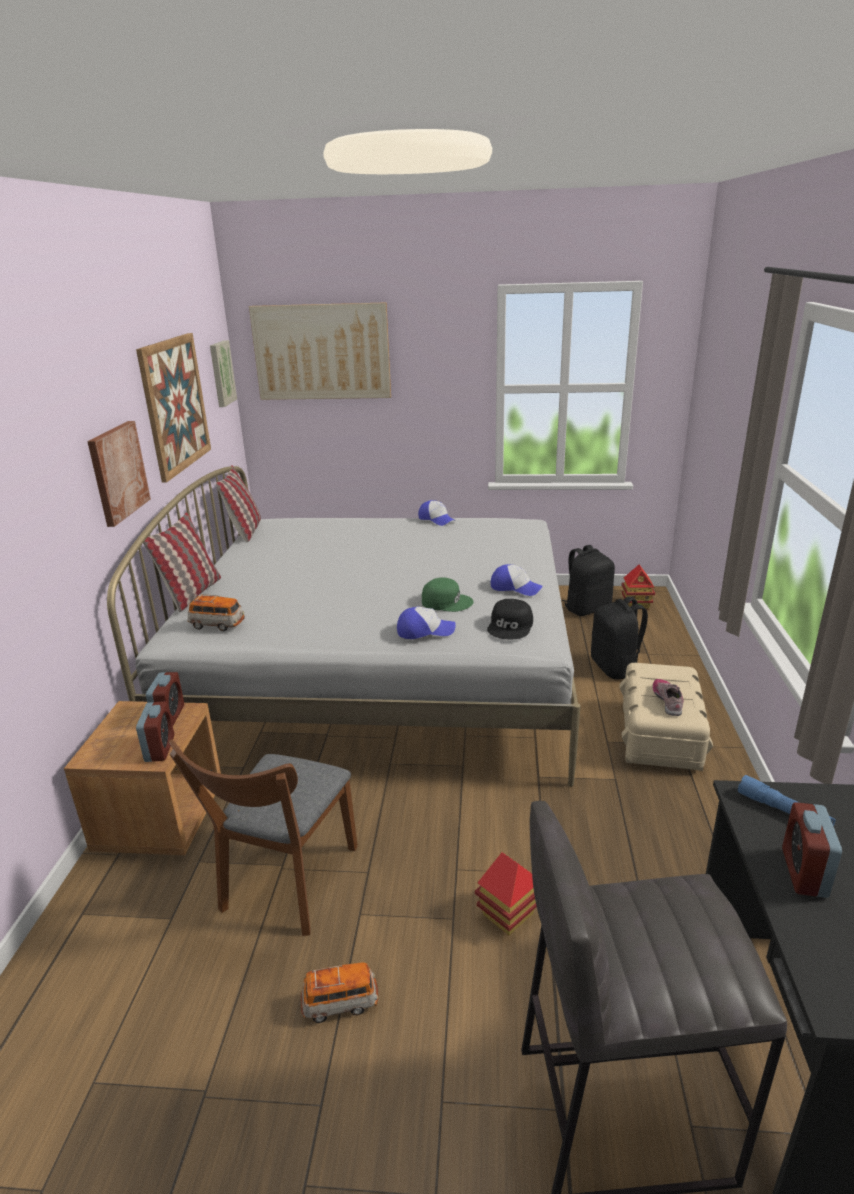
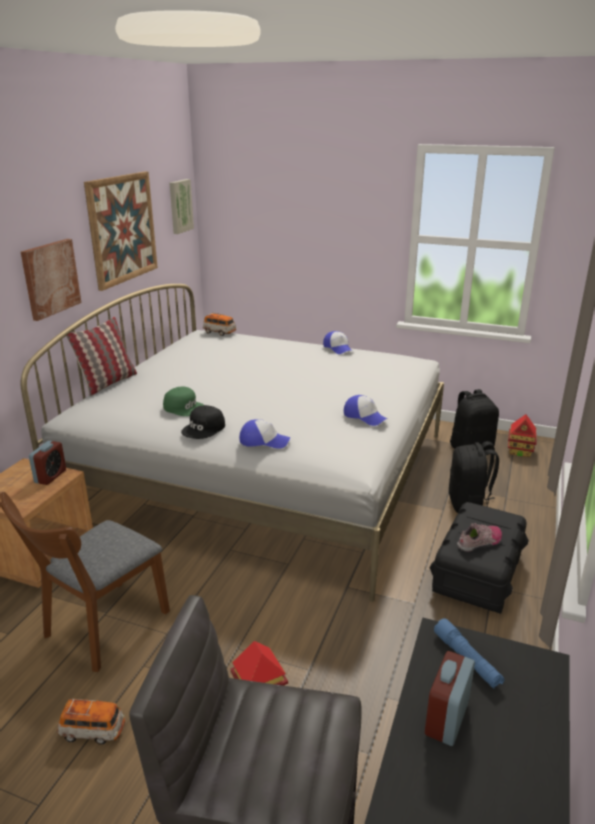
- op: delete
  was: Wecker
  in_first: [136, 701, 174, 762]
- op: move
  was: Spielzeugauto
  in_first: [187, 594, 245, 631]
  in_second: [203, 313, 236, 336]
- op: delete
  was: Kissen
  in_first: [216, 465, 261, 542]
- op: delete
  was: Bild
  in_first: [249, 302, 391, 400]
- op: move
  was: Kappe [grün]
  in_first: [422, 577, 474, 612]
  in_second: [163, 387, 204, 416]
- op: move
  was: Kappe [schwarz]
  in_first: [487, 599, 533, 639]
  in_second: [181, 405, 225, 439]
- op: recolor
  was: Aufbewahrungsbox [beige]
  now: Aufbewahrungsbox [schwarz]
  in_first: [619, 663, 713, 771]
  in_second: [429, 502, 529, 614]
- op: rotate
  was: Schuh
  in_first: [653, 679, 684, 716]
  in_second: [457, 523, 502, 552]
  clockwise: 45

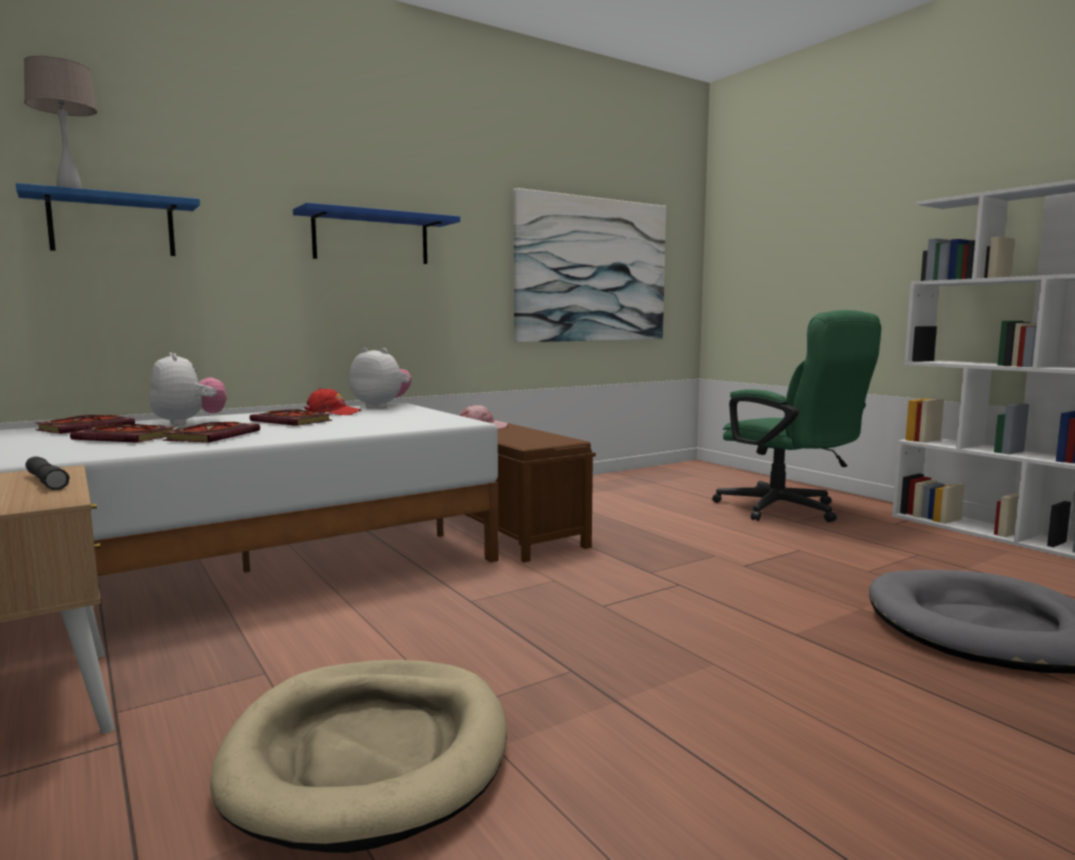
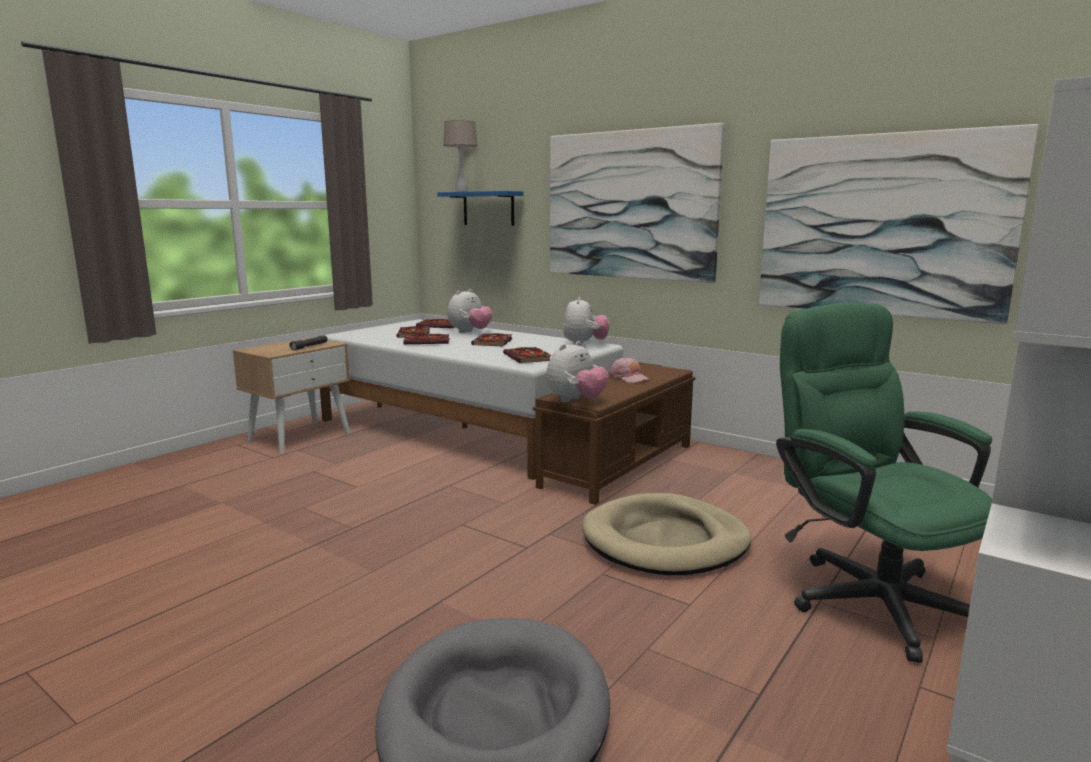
- op: move
  was: Hundebett [beige]
  in_first: [210, 660, 507, 853]
  in_second: [583, 493, 752, 575]
- op: replace
  was: Wandregal [blau]
  now: Bild
  in_first: [293, 203, 460, 264]
  in_second: [550, 123, 725, 283]
- op: delete
  was: Kappe [rot]
  in_first: [304, 388, 361, 415]
- op: rotate
  was: Bürostuhl [grün]
  in_first: [712, 310, 881, 522]
  in_second: [776, 303, 992, 663]
  clockwise: 120
- op: insert
  now: Buch
  in_second: [503, 347, 552, 363]
- op: insert
  now: Plüschtier
  in_second: [546, 341, 609, 402]

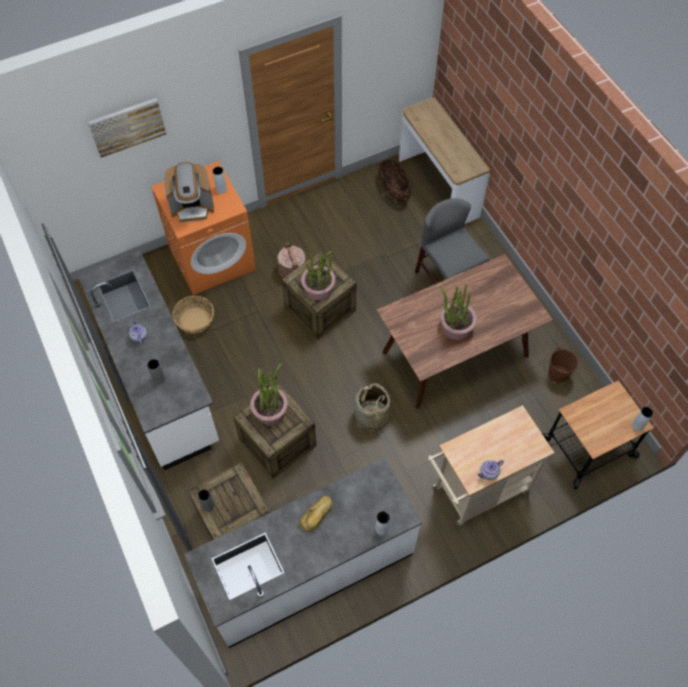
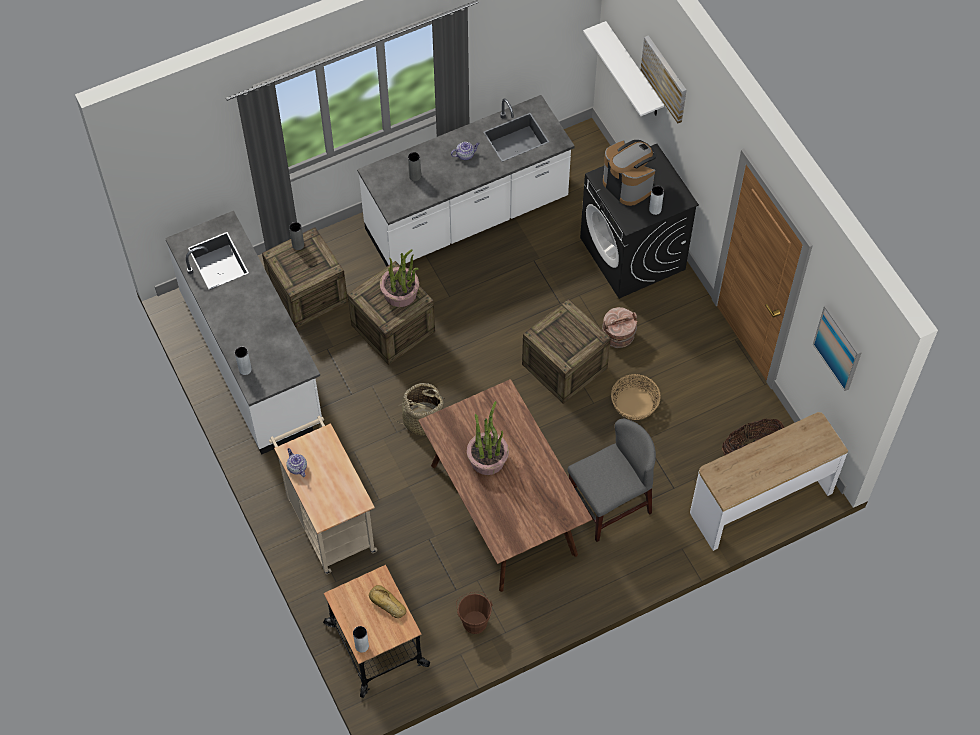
- op: recolor
  was: Waschmaschine [orange]
  now: Waschmaschine [schwarz]
  in_first: [151, 161, 256, 295]
  in_second: [580, 144, 699, 299]
- op: rotate
  was: Kaffeemaschine
  in_first: [164, 162, 214, 223]
  in_second: [603, 140, 657, 206]
  clockwise: 150
- op: move
  was: Korb
  in_first: [173, 296, 214, 334]
  in_second: [611, 374, 661, 420]
- op: move
  was: Brot
  in_first: [300, 496, 333, 532]
  in_second: [369, 585, 406, 618]
- op: delete
  was: Topfpflanze
  in_first: [301, 251, 336, 301]
- op: insert
  now: Wandregal [weiß]
  in_second: [583, 21, 664, 116]
- op: insert
  now: Bild
  in_second: [813, 304, 862, 391]

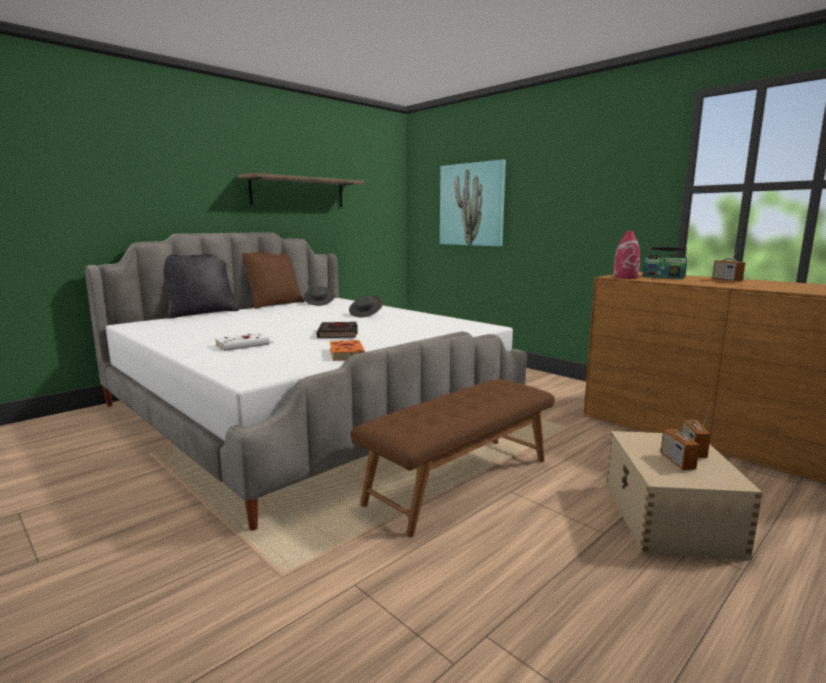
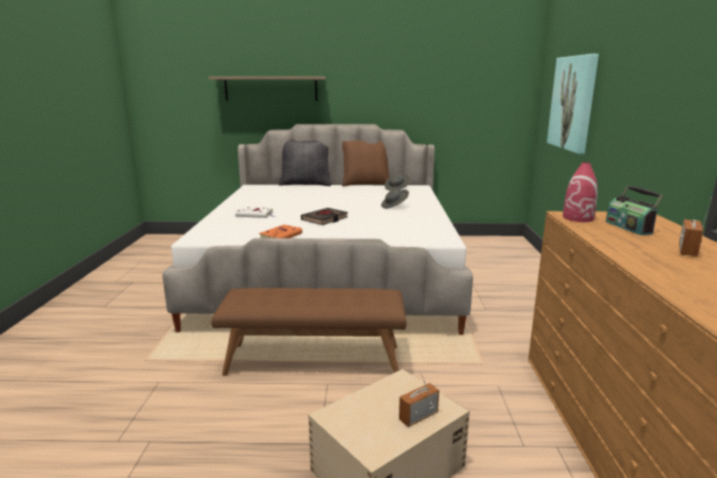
- op: move
  was: Wandregal
  in_first: [238, 173, 364, 207]
  in_second: [209, 77, 326, 101]
- op: delete
  was: Radio
  in_first: [660, 411, 700, 470]

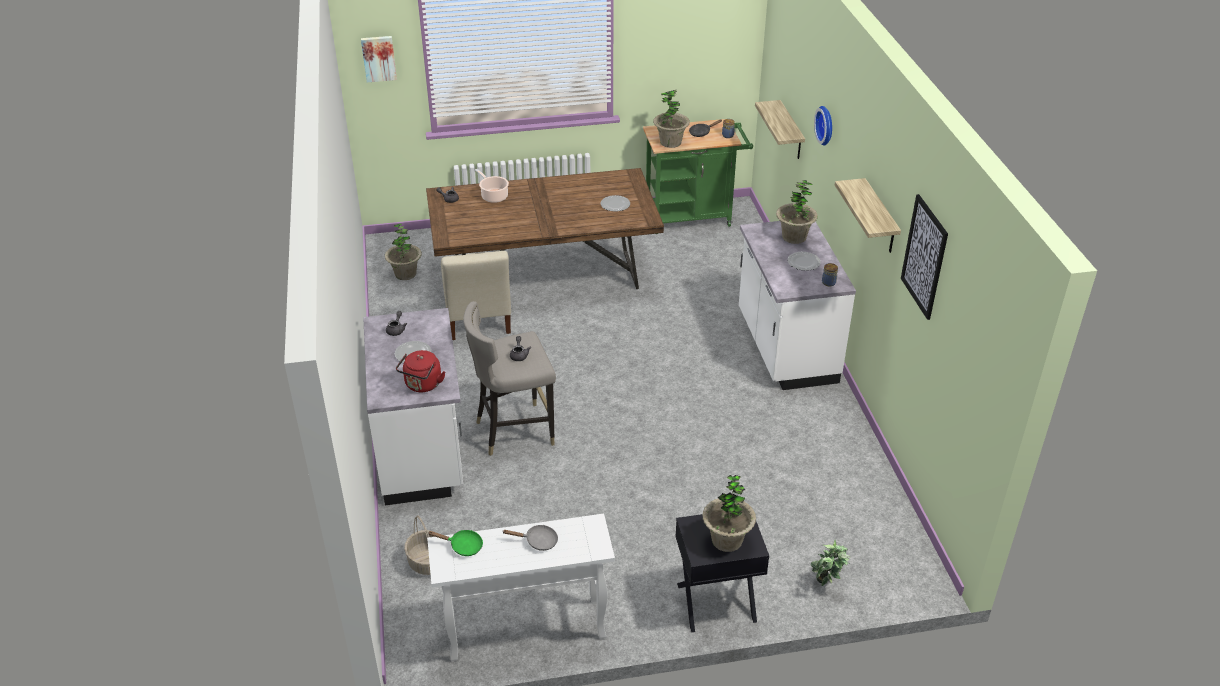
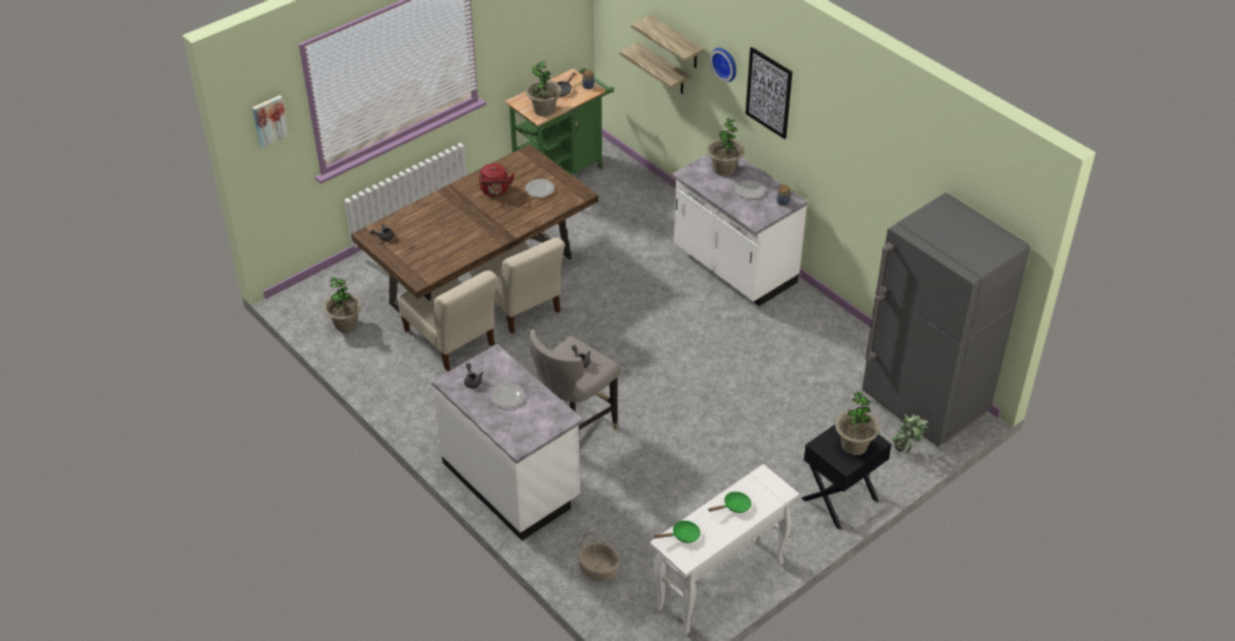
- op: move
  was: Wasserkessel [rot]
  in_first: [396, 350, 445, 392]
  in_second: [479, 163, 515, 196]
- op: delete
  was: Kochtopf
  in_first: [475, 169, 509, 203]
- op: recolor
  was: Pfanne [grau]
  now: Pfanne [grün]
  in_first: [502, 525, 558, 551]
  in_second: [708, 492, 752, 513]
- op: move
  was: Wandregal
  in_first: [835, 178, 901, 253]
  in_second: [631, 15, 704, 68]
- op: move
  was: Bild
  in_first: [901, 194, 948, 320]
  in_second: [746, 47, 792, 139]
- op: insert
  now: Stuhl [beige]
  in_second: [470, 238, 565, 334]
- op: insert
  now: Kühlschrank [grau]
  in_second: [862, 193, 1030, 447]

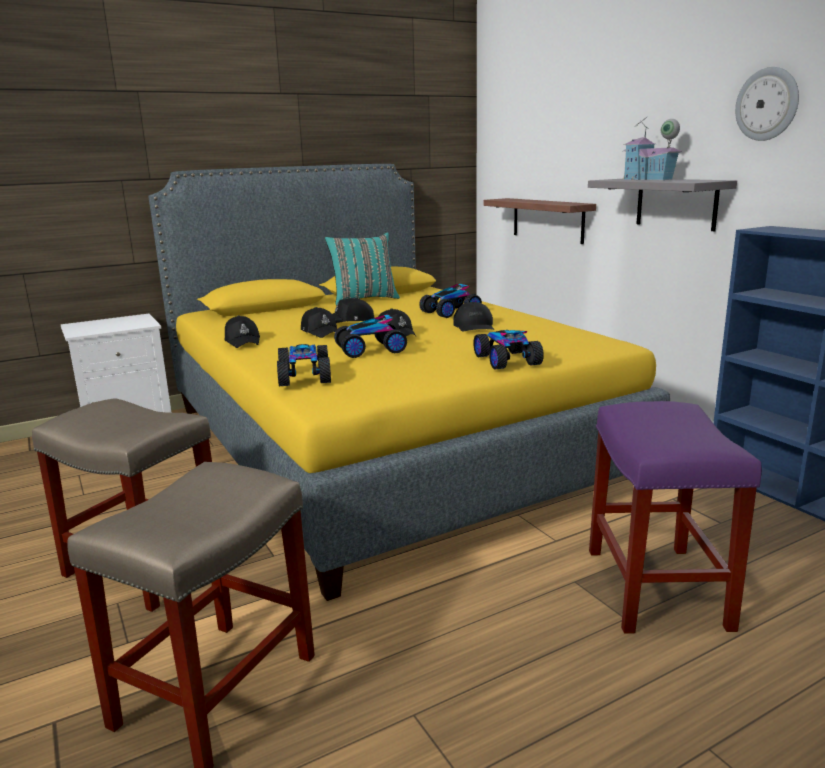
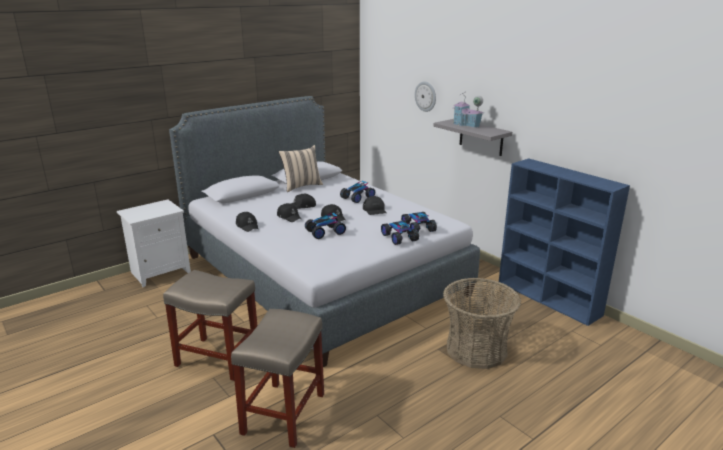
- op: recolor
  was: Bett [gelb]
  now: Bett [grau]
  in_first: [149, 164, 670, 601]
  in_second: [169, 96, 480, 367]
- op: move
  was: Spielzeugauto
  in_first: [277, 344, 331, 387]
  in_second: [401, 212, 437, 232]
- op: recolor
  was: Kissen [türkis]
  now: Kissen [beige]
  in_first: [325, 232, 400, 305]
  in_second: [279, 145, 323, 192]
- op: delete
  was: Wandregal
  in_first: [483, 198, 596, 244]
- op: replace
  was: Hocker [lila]
  now: Korb
  in_first: [589, 401, 762, 634]
  in_second: [443, 278, 521, 369]
- op: move
  was: Wanduhr
  in_first: [735, 67, 799, 141]
  in_second: [415, 81, 436, 112]

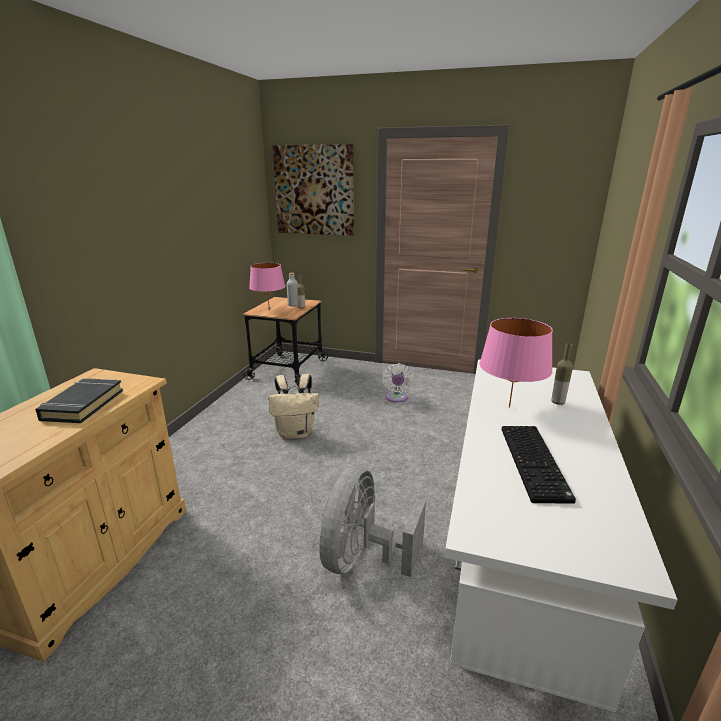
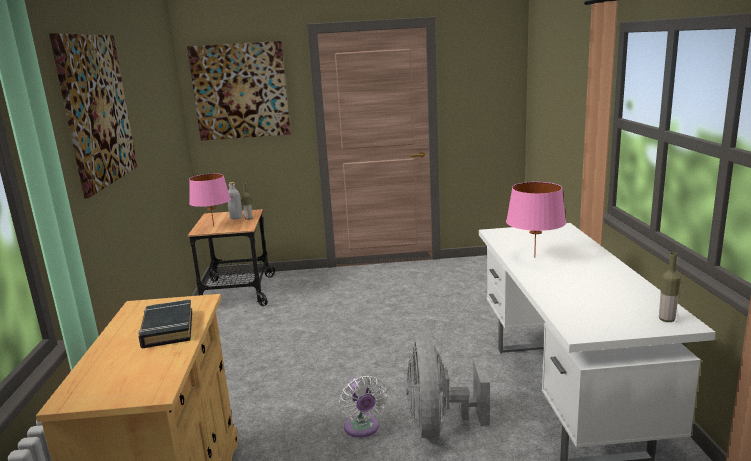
- op: delete
  was: Rucksack [beige]
  in_first: [268, 374, 319, 439]
- op: move
  was: Ventilator [weiß]
  in_first: [382, 364, 413, 403]
  in_second: [339, 376, 387, 438]
- op: delete
  was: Tastatur
  in_first: [502, 426, 576, 504]
- op: move
  was: Flasche
  in_first: [551, 343, 573, 405]
  in_second: [659, 252, 681, 322]
- op: insert
  now: Bild
  in_second: [49, 33, 137, 199]

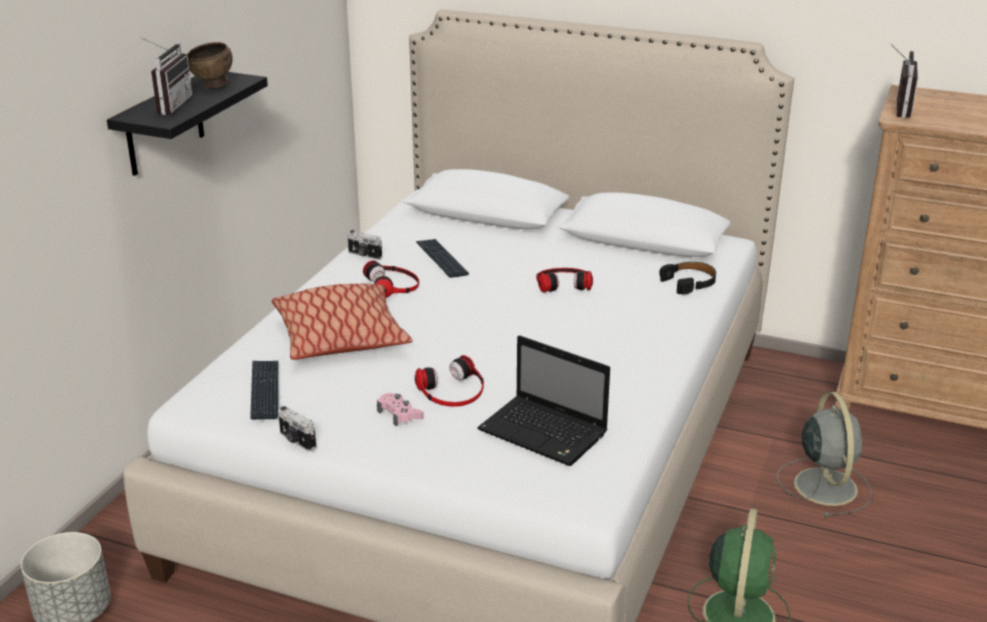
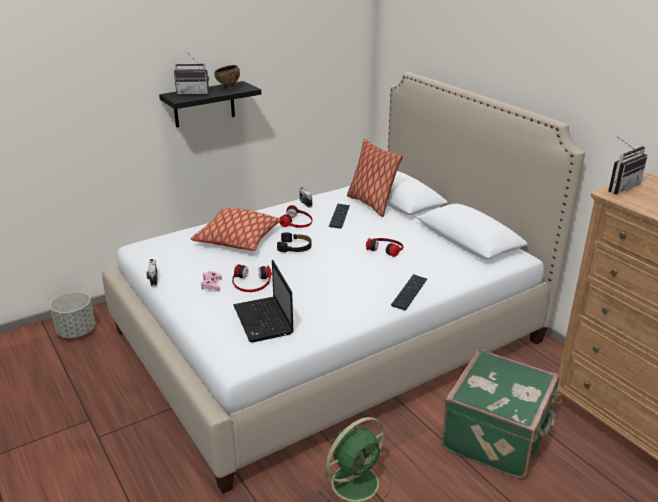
- op: rotate
  was: Radio
  in_first: [140, 37, 192, 115]
  in_second: [174, 54, 209, 95]
  clockwise: 45
- op: move
  was: Tastatur
  in_first: [250, 361, 278, 420]
  in_second: [391, 274, 427, 310]
- op: move
  was: Kopfhörer [schwarz]
  in_first: [659, 262, 716, 295]
  in_second: [277, 232, 311, 252]
- op: replace
  was: Ventilator [grau]
  now: Koffer [grün]
  in_first: [777, 392, 871, 517]
  in_second: [441, 349, 559, 478]
- op: insert
  now: Kissen
  in_second: [347, 139, 403, 217]

